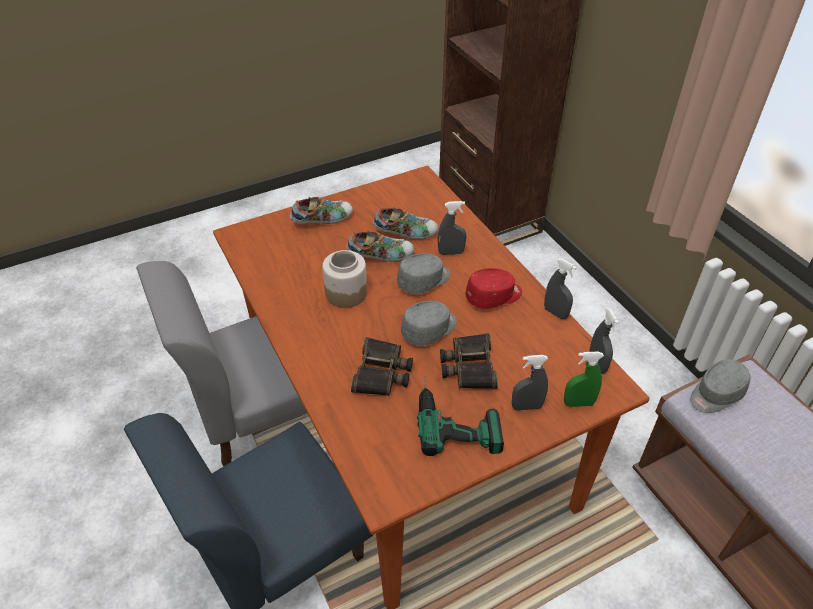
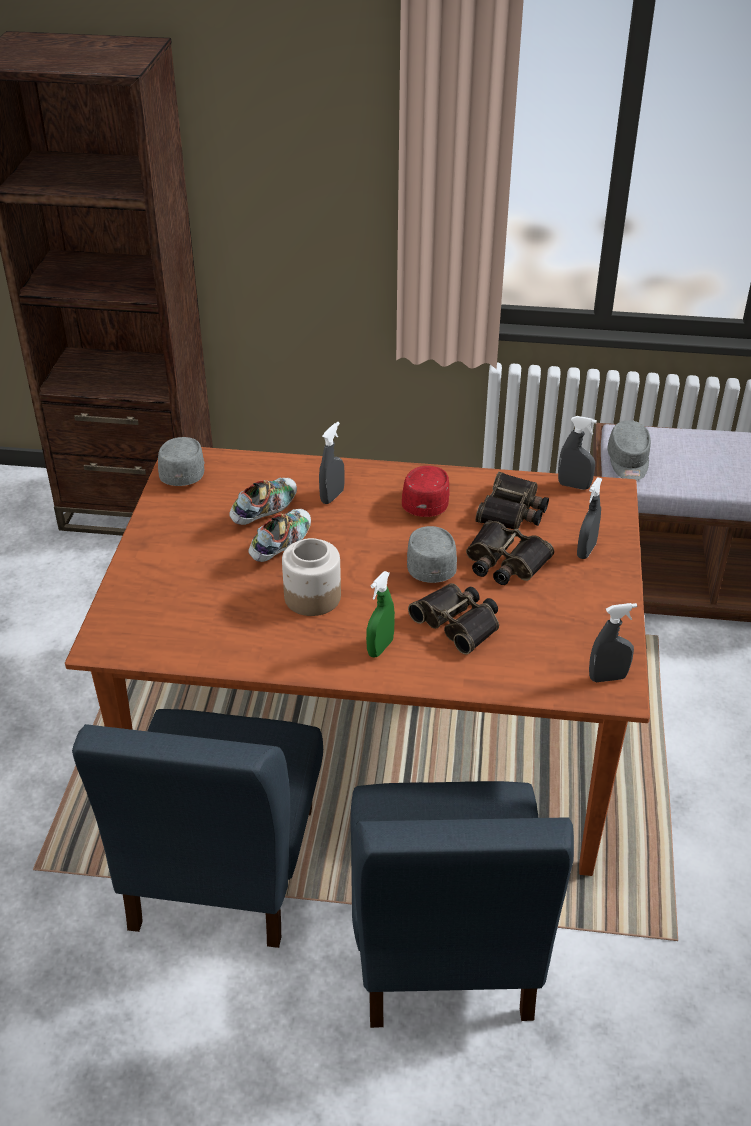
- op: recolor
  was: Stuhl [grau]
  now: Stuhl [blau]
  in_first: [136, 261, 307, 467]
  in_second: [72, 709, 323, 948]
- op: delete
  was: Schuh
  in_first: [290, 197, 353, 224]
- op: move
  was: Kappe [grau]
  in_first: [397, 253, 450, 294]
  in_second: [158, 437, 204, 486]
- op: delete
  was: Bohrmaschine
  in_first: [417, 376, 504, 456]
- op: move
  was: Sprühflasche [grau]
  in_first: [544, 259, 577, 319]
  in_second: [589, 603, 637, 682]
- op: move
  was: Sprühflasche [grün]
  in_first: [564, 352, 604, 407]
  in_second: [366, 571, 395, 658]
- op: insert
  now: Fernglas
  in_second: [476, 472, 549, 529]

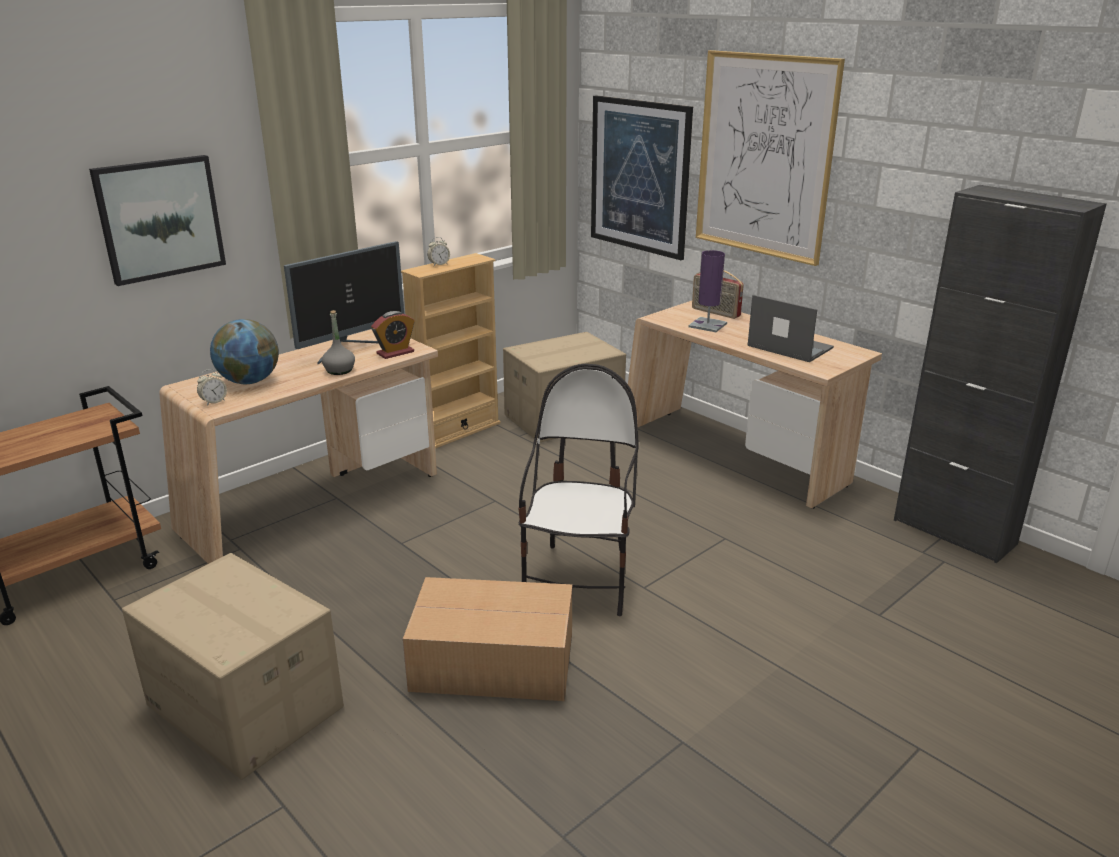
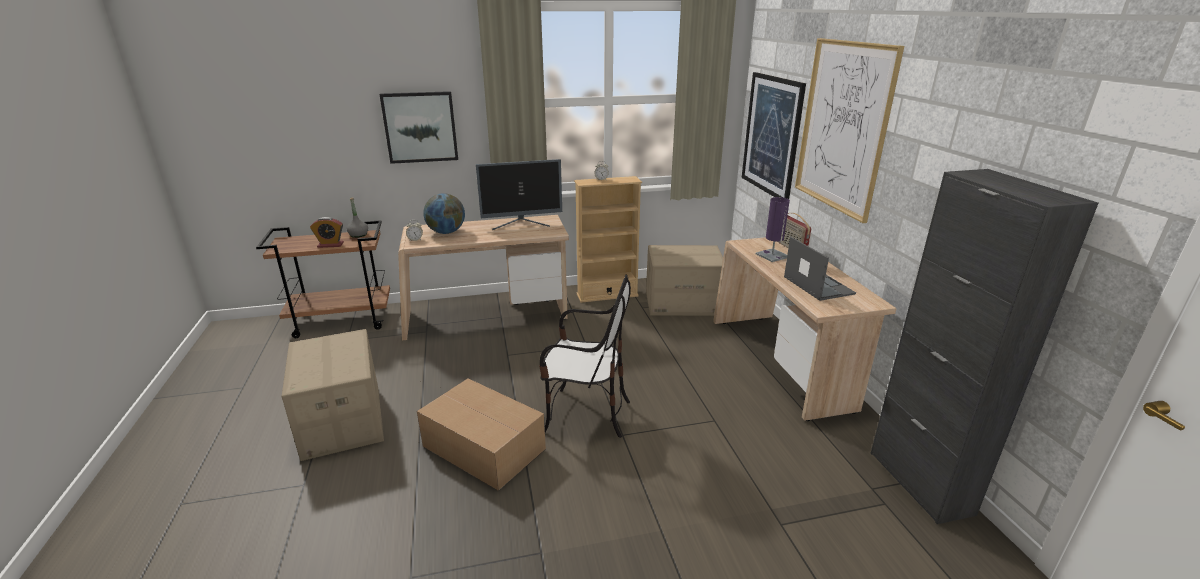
- op: move
  was: Flasche [grau]
  in_first: [322, 310, 355, 375]
  in_second: [346, 197, 368, 238]
- op: move
  was: Wecker
  in_first: [371, 311, 414, 359]
  in_second: [310, 217, 344, 248]
- op: rotate
  was: Stuhl
  in_first: [518, 364, 639, 616]
  in_second: [539, 274, 631, 438]
  clockwise: 60

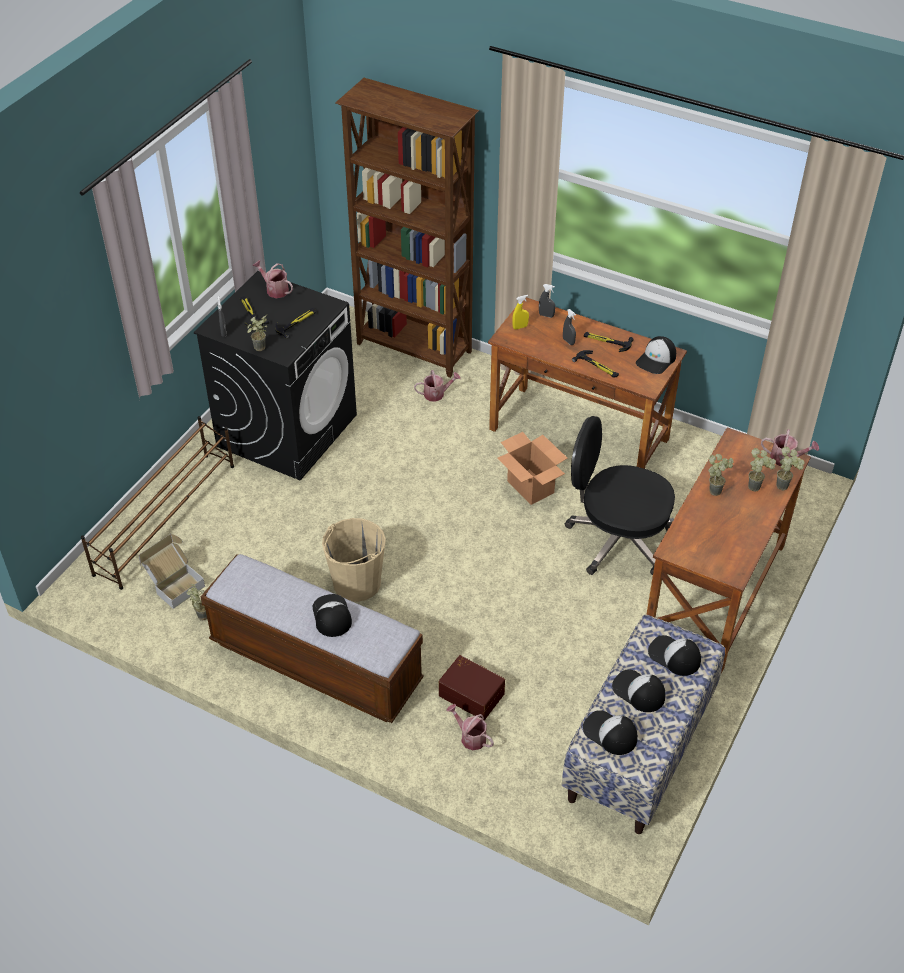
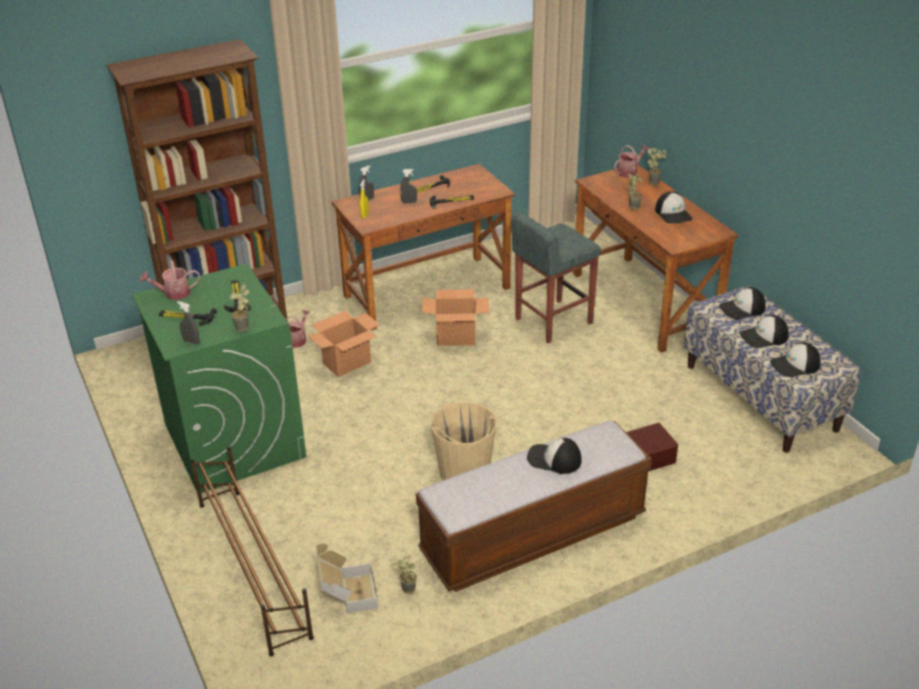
- op: recolor
  was: Waschmaschine [schwarz]
  now: Waschmaschine [grün]
  in_first: [194, 271, 357, 481]
  in_second: [132, 264, 307, 493]
- op: delete
  was: Gießkanne
  in_first: [446, 704, 494, 750]
- op: replace
  was: Bürostuhl [schwarz]
  now: Hocker [grau]
  in_first: [565, 416, 675, 575]
  in_second: [511, 211, 601, 343]
- op: move
  was: Kappe
  in_first: [636, 336, 676, 374]
  in_second: [655, 191, 693, 224]
- op: delete
  was: Topfpflanze
  in_first: [748, 448, 776, 492]
- op: insert
  now: Karton
  in_second: [308, 311, 380, 377]

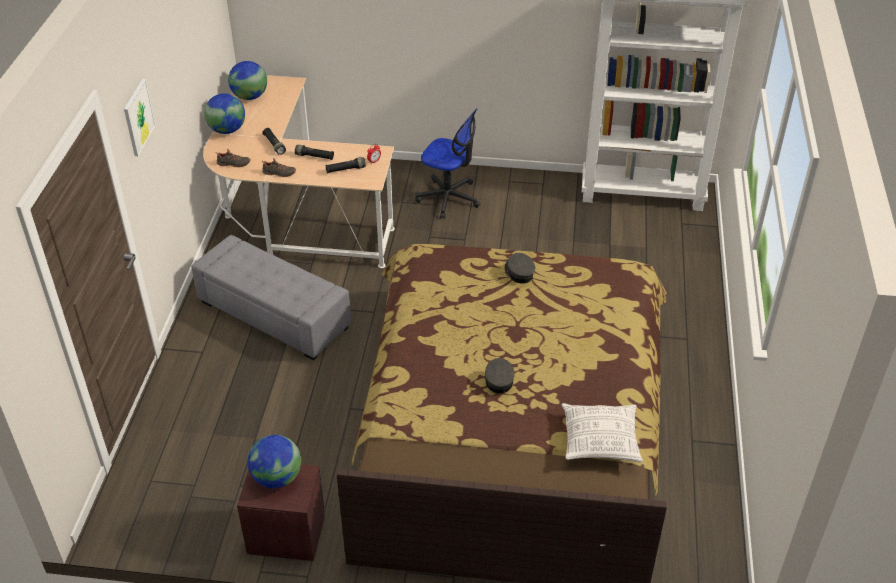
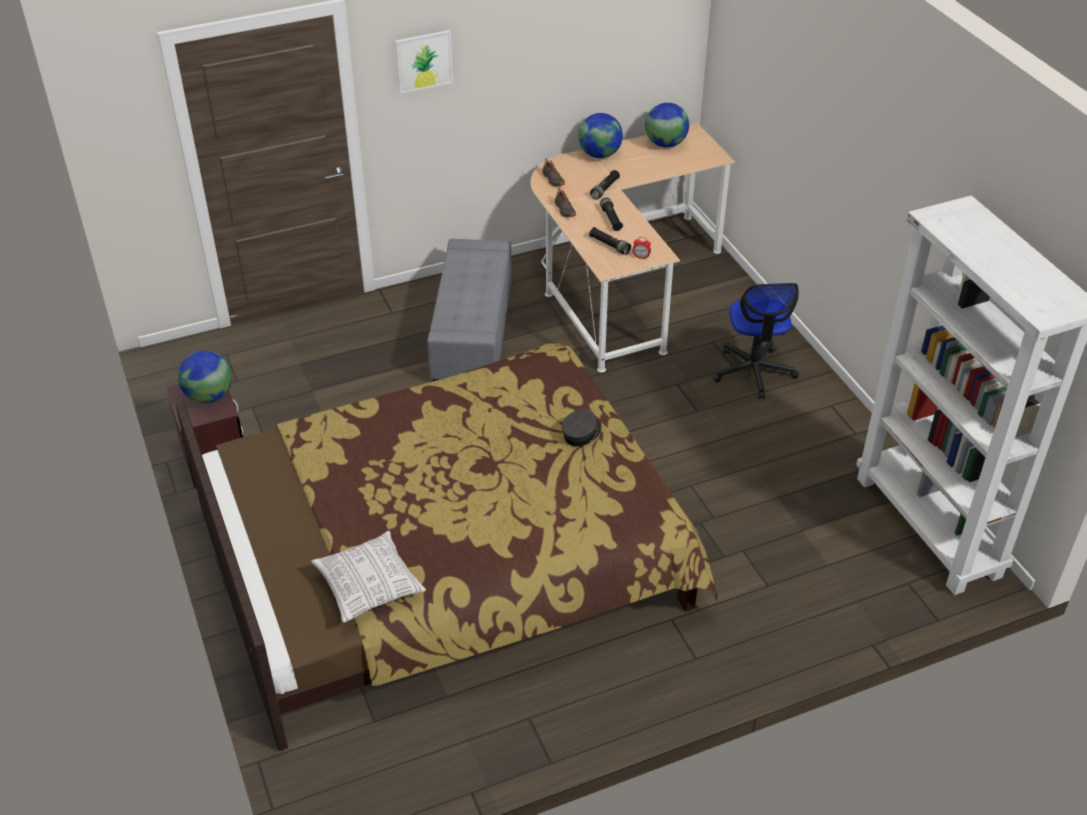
- op: delete
  was: Kappe [grau]
  in_first: [485, 358, 515, 394]

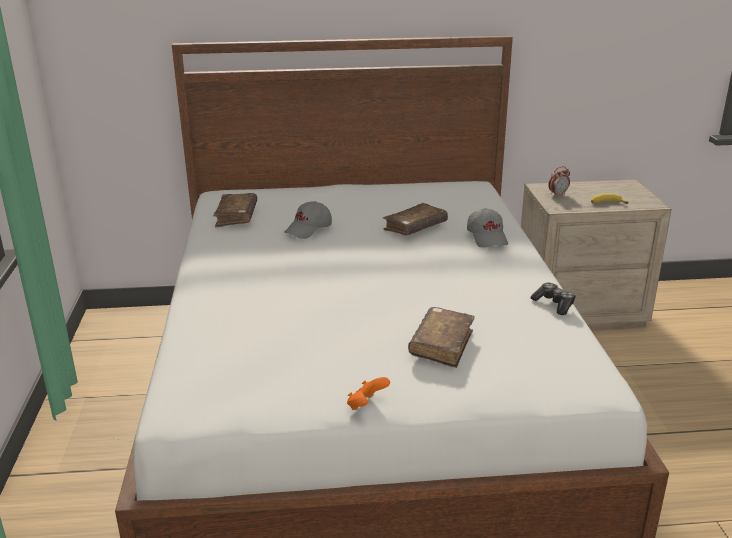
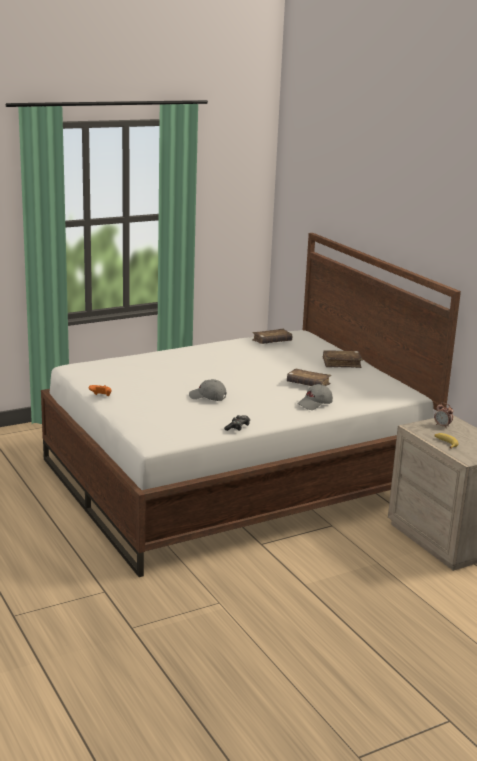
- op: move
  was: Kappe [grau]
  in_first: [284, 201, 332, 239]
  in_second: [189, 379, 226, 401]
- op: move
  was: Buch [braun]
  in_first: [408, 307, 475, 368]
  in_second: [323, 350, 363, 368]

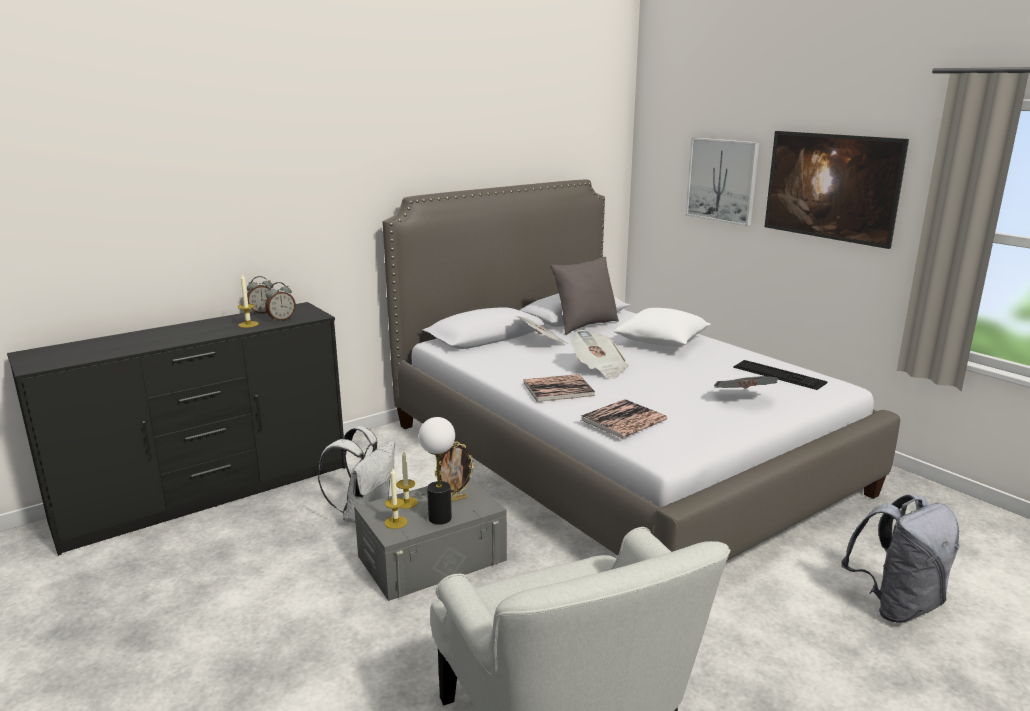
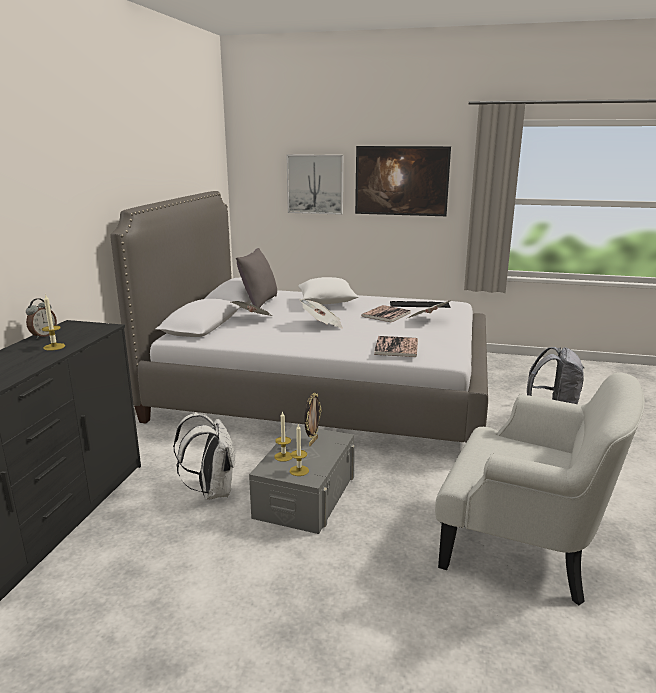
- op: delete
  was: Wecker
  in_first: [265, 282, 296, 322]
- op: delete
  was: Tischlampe
  in_first: [419, 417, 455, 525]
- op: move
  was: Buch
  in_first: [523, 374, 595, 402]
  in_second: [361, 305, 411, 323]

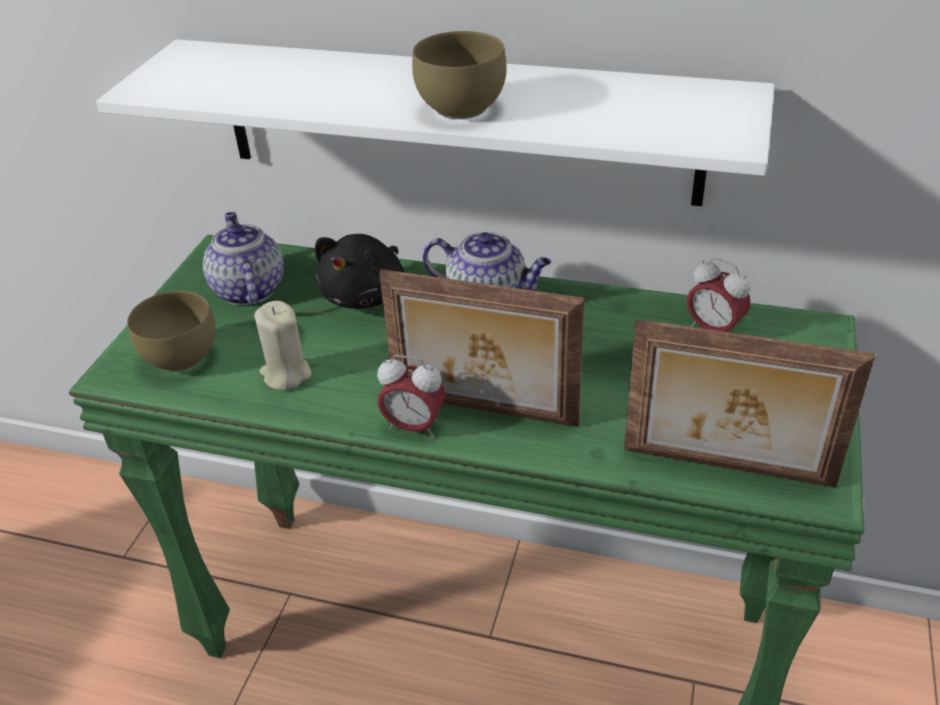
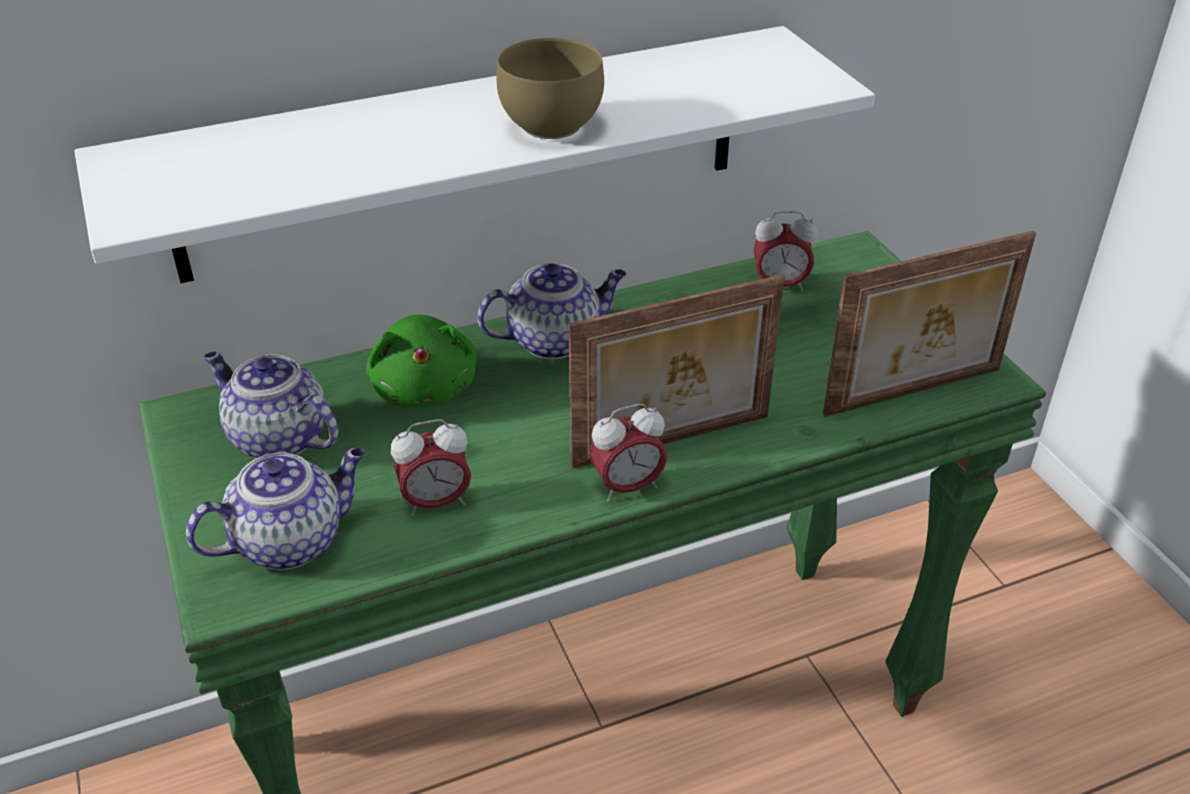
- op: replace
  was: Schüssel [braun]
  now: Teekanne
  in_first: [127, 291, 216, 372]
  in_second: [186, 448, 366, 570]
- op: replace
  was: Kerze [beige]
  now: Wecker
  in_first: [254, 301, 312, 390]
  in_second: [391, 419, 471, 516]
- op: recolor
  was: Plüschtier [schwarz]
  now: Plüschtier [grün]
  in_first: [315, 234, 405, 309]
  in_second: [366, 315, 477, 408]

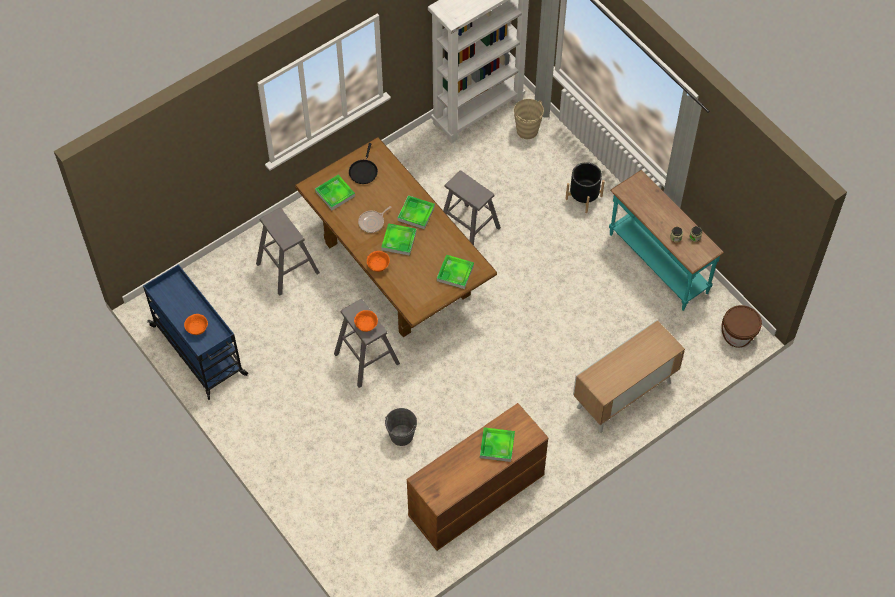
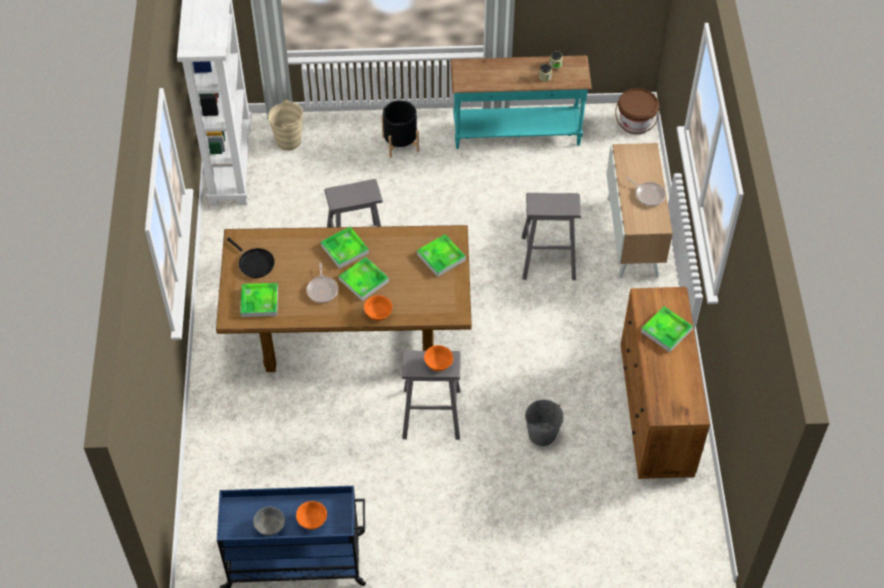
- op: move
  was: Hocker [grau]
  in_first: [256, 208, 320, 296]
  in_second: [522, 193, 581, 280]
- op: insert
  now: Schüssel [grau]
  in_second: [253, 506, 285, 536]
- op: insert
  now: Pfanne
  in_second: [626, 177, 666, 206]

